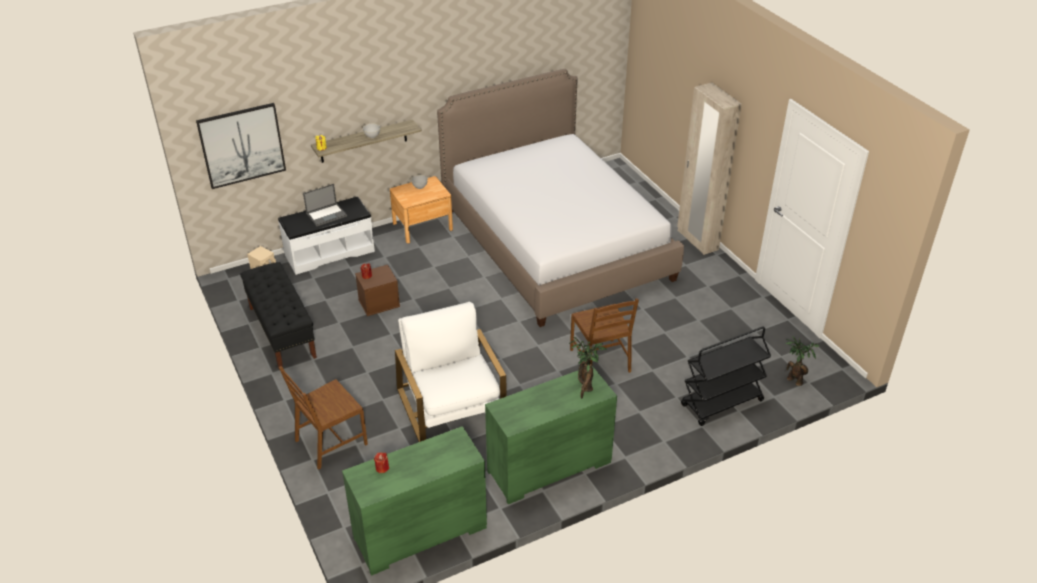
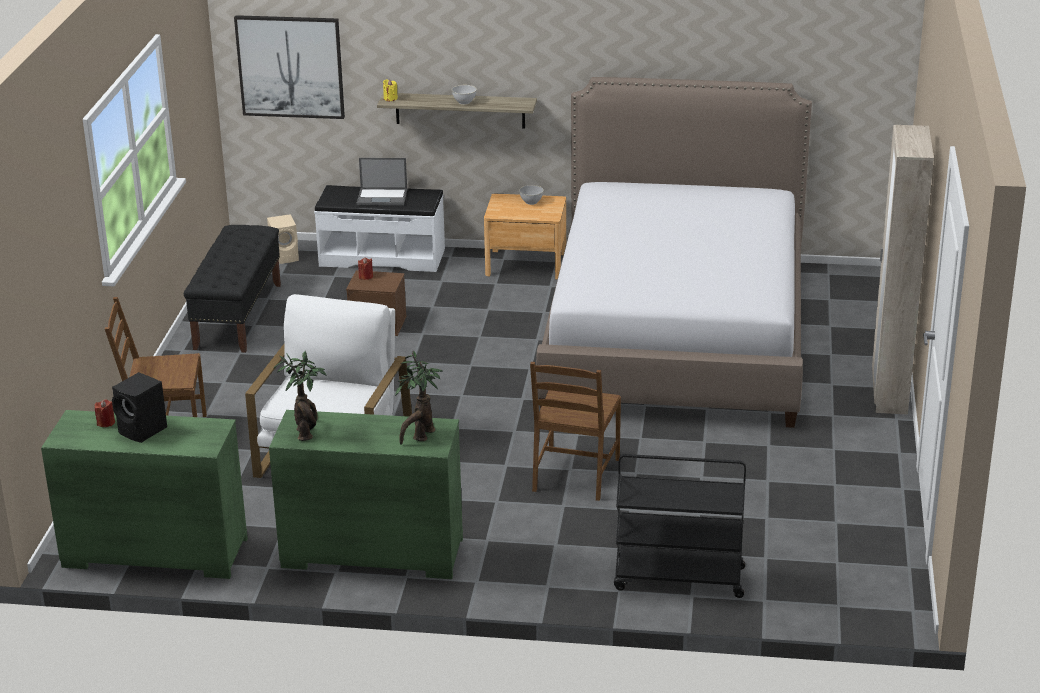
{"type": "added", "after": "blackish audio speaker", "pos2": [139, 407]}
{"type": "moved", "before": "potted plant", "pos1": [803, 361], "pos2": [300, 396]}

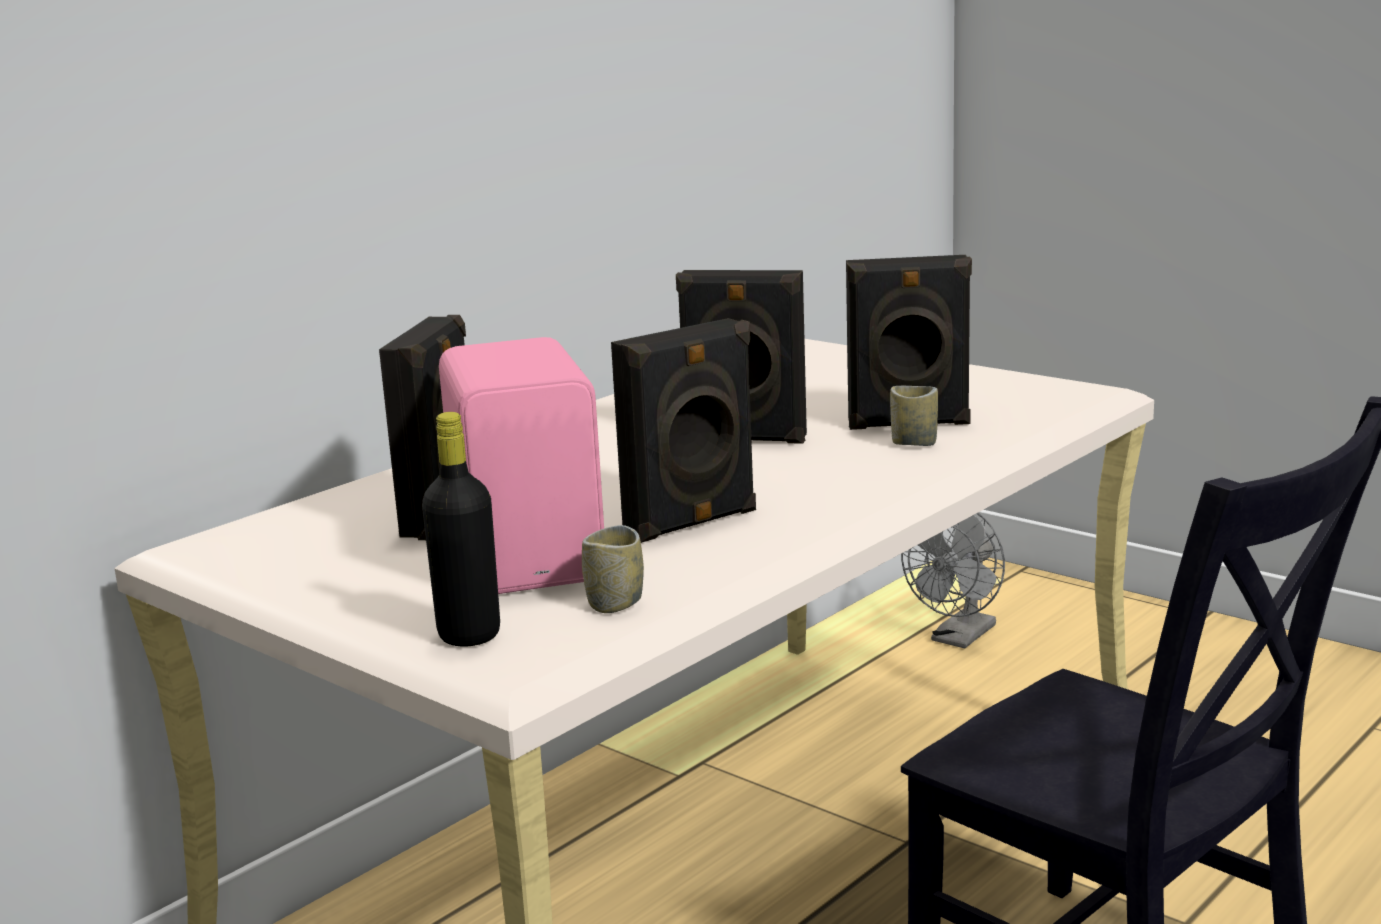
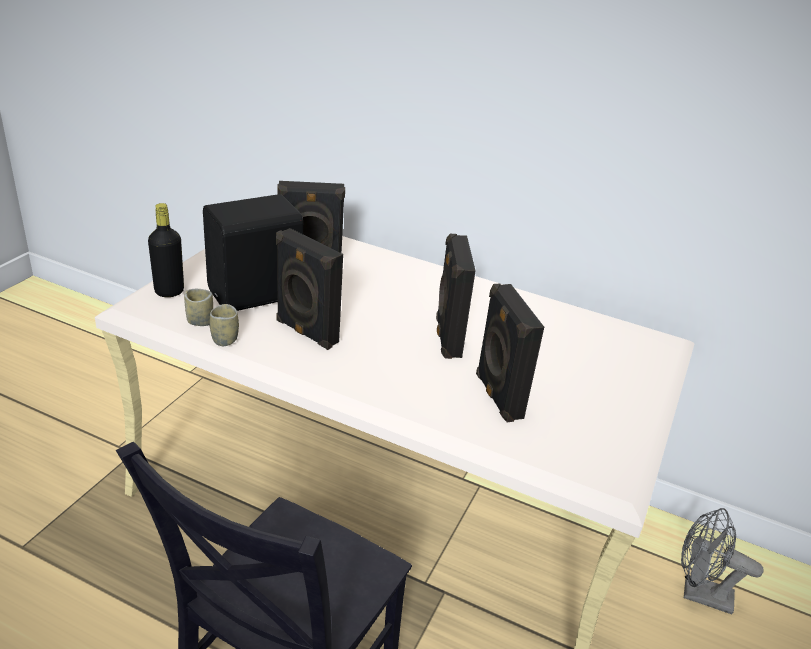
{"type": "recoloured", "before": "pink-coloured audio speaker", "after": "blackish audio speaker", "pos1": [521, 465], "pos2": [253, 252]}
{"type": "moved", "before": "small cup", "pos1": [914, 416], "pos2": [224, 325]}

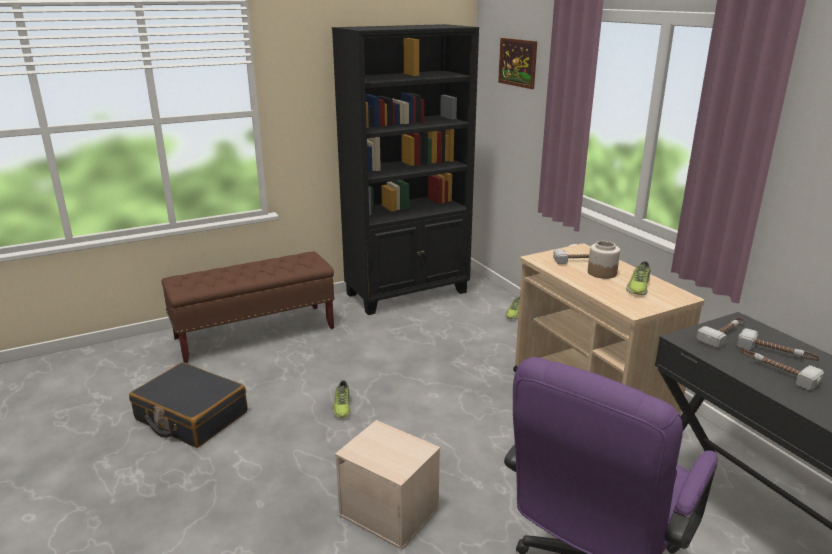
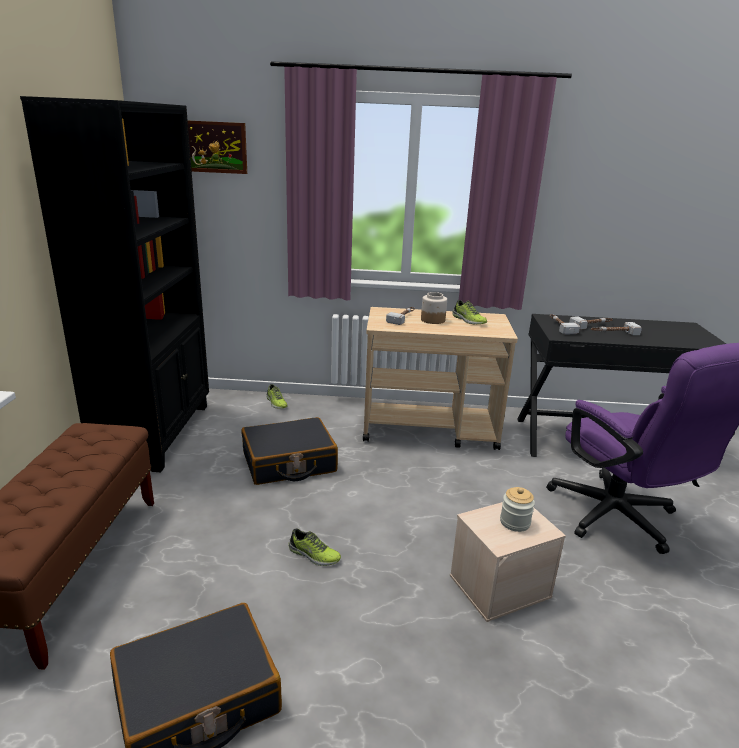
{"type": "added", "after": "blackish piece of luggage", "pos2": [289, 451]}
{"type": "added", "after": "preserve jar", "pos2": [517, 509]}

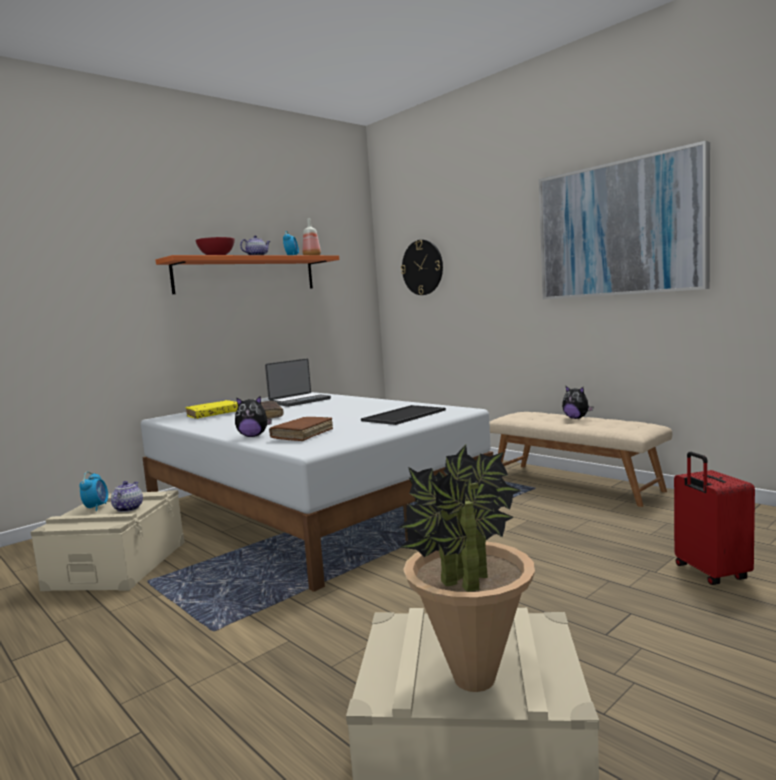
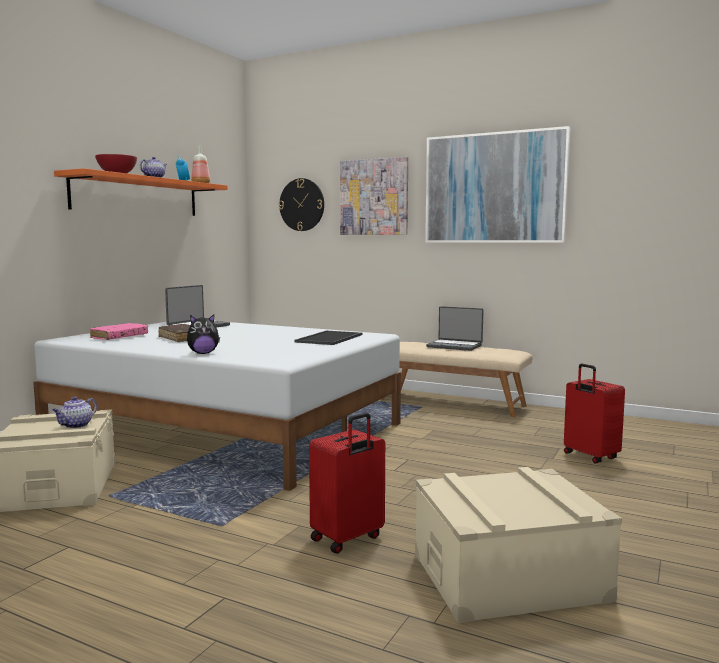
{"type": "turned", "before": "teapot", "pos1": [127, 496], "pos2": [74, 412], "turn": -135}
{"type": "recoloured", "before": "yellow bound book", "after": "pink-coloured bound book", "pos1": [212, 409], "pos2": [118, 331]}
{"type": "added", "after": "red piece of luggage", "pos2": [347, 483]}
{"type": "added", "after": "wall picture", "pos2": [374, 196]}
{"type": "replaced", "before": "plush toy", "after": "notebook computer", "pos1": [577, 402], "pos2": [454, 328]}
{"type": "removed", "before": "table clock", "pos1": [93, 491]}
{"type": "removed", "before": "brown bound book", "pos1": [301, 429]}
{"type": "removed", "before": "potted plant", "pos1": [467, 568]}

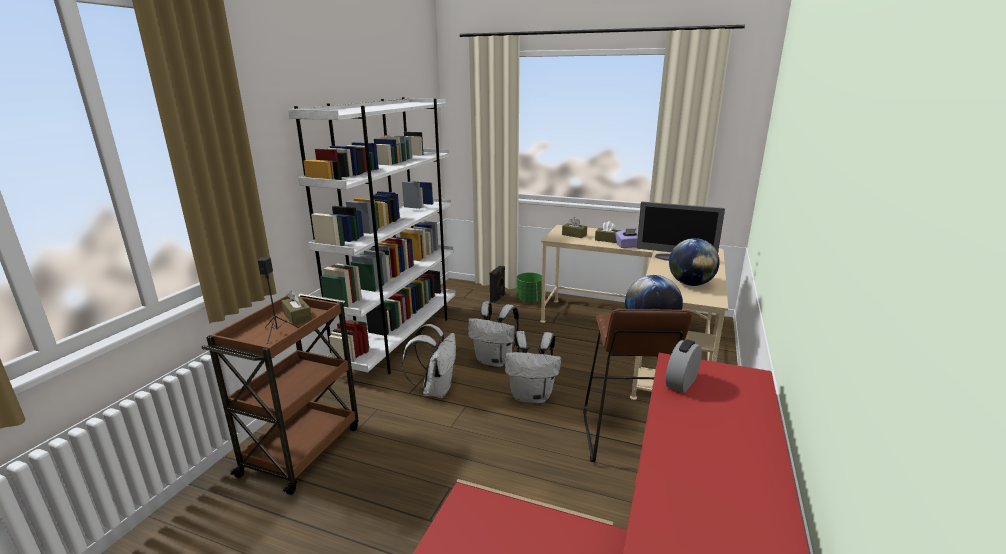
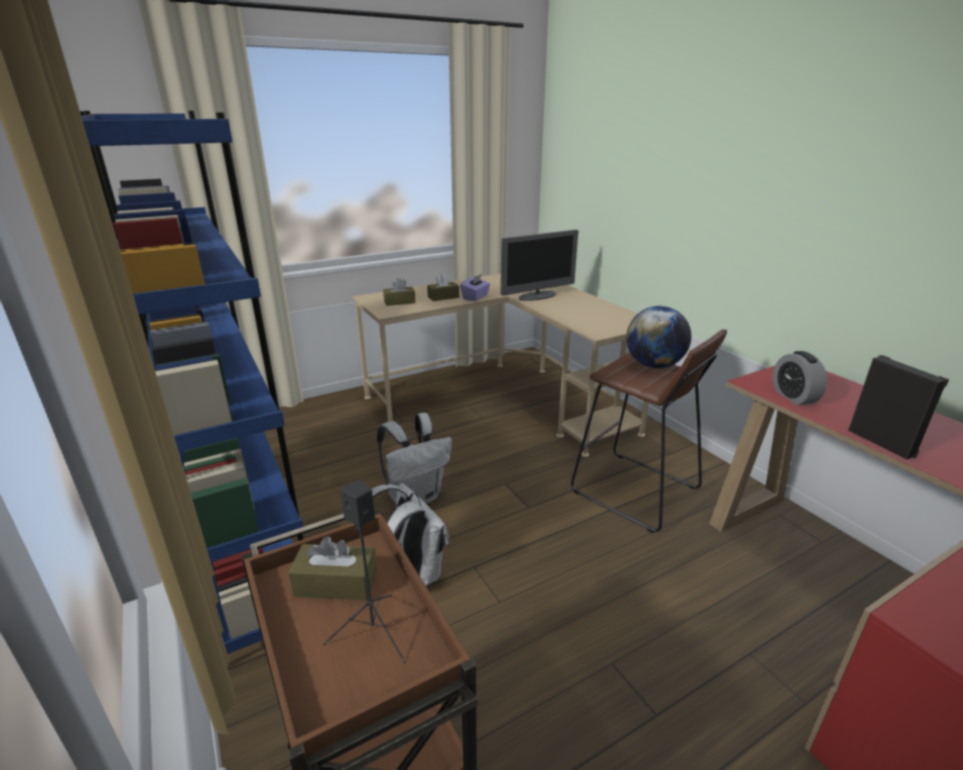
{"type": "recoloured", "before": "white bookshelf", "after": "blue-coloured bookshelf", "pos1": [372, 235], "pos2": [192, 382]}
{"type": "moved", "before": "blackish audio speaker", "pos1": [497, 284], "pos2": [898, 407]}
{"type": "removed", "before": "white knapsack", "pos1": [533, 367]}
{"type": "removed", "before": "green plant pot", "pos1": [529, 288]}
{"type": "removed", "before": "world globe", "pos1": [694, 262]}

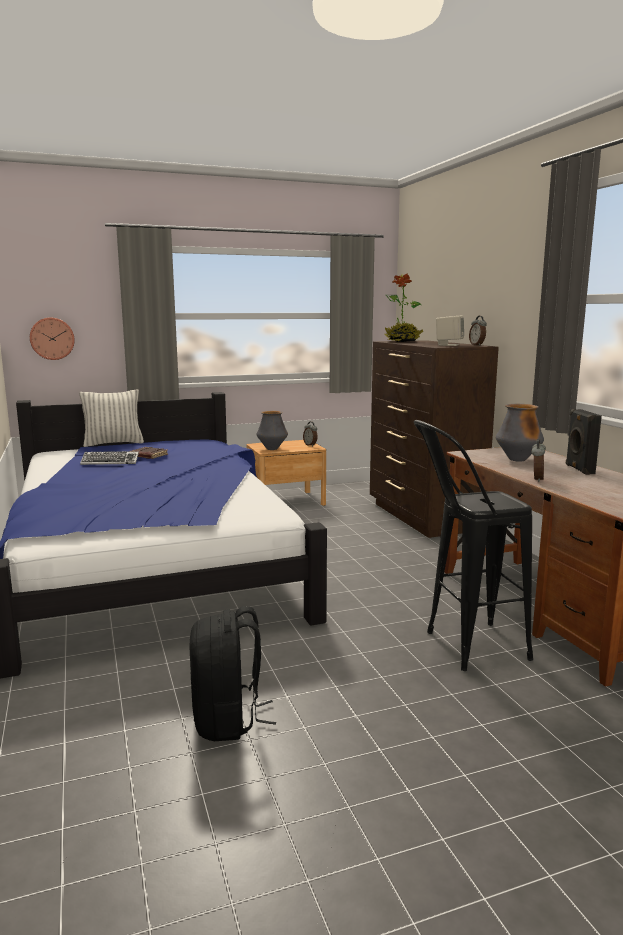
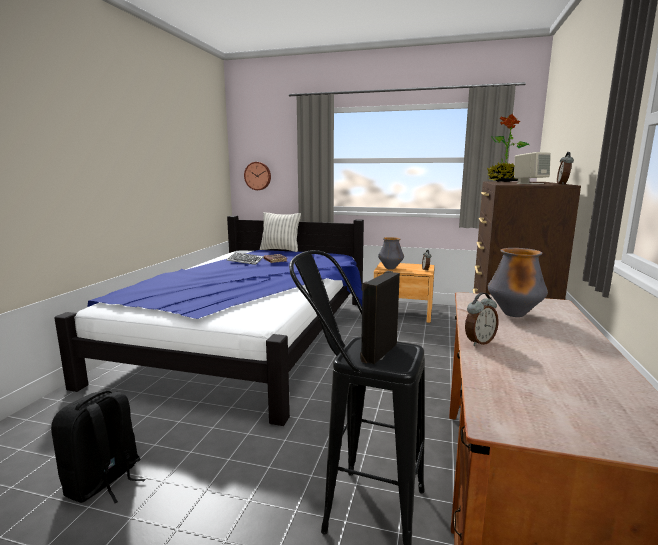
{"type": "moved", "before": "blackish audio speaker", "pos1": [584, 442], "pos2": [380, 317]}

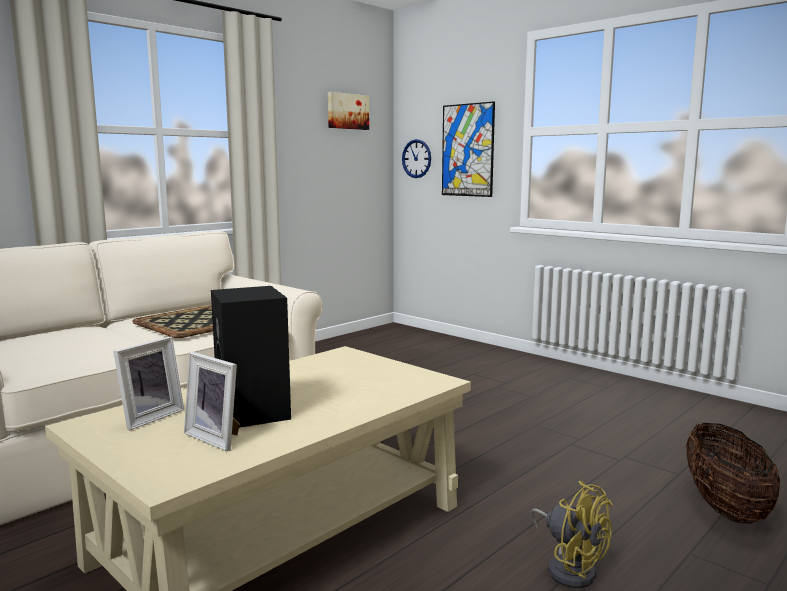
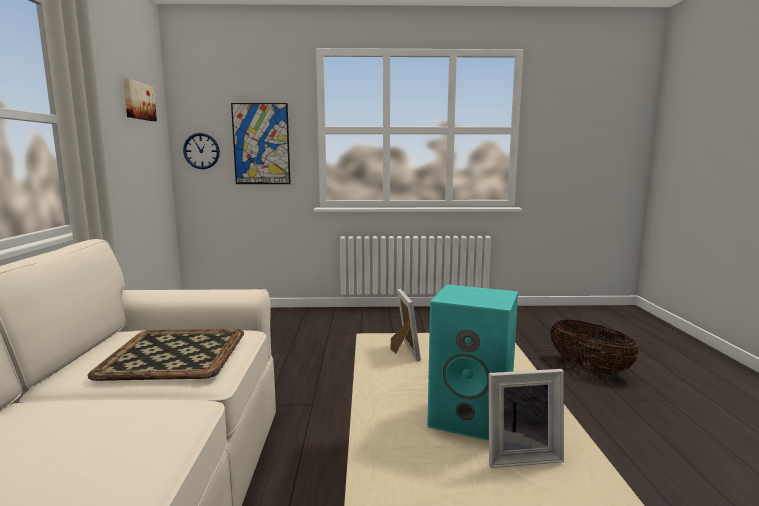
{"type": "moved", "before": "picture frame", "pos1": [148, 383], "pos2": [406, 325]}
{"type": "recoloured", "before": "blackish audio speaker", "after": "turquoise-coloured audio speaker", "pos1": [251, 357], "pos2": [472, 362]}
{"type": "removed", "before": "yellow cooling fan", "pos1": [572, 534]}

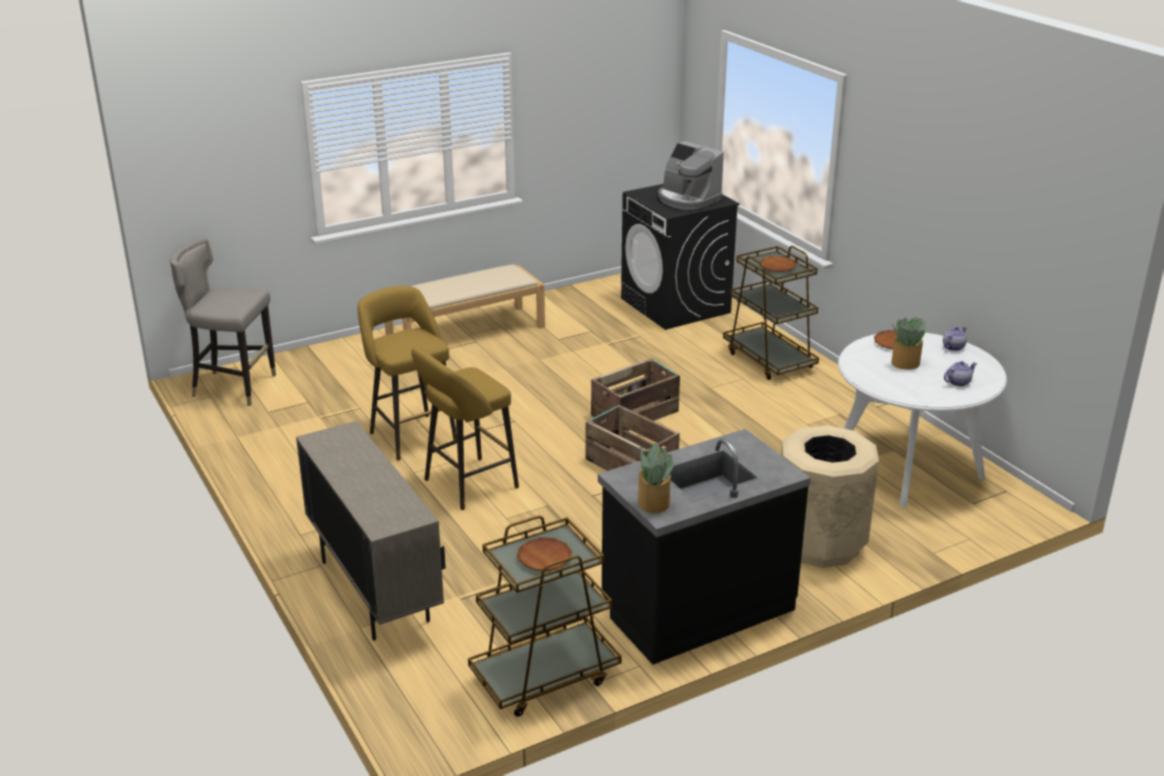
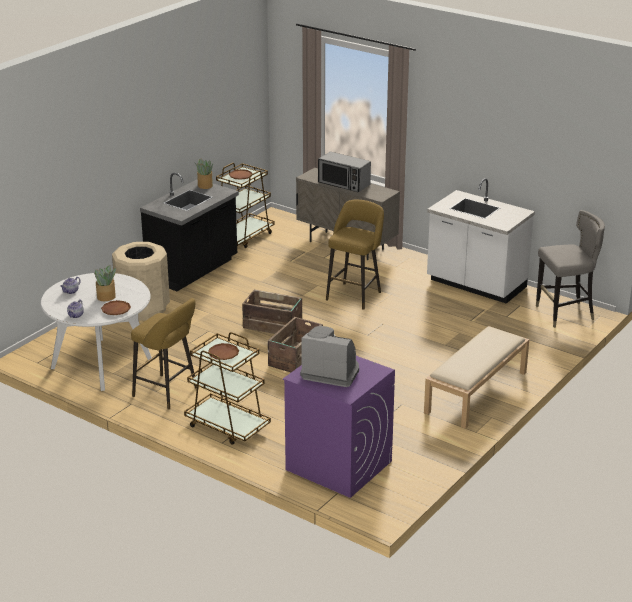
{"type": "moved", "before": "yellow stool", "pos1": [407, 373], "pos2": [164, 354]}
{"type": "recoloured", "before": "blackish washing machine", "after": "purple-coloured washing machine", "pos1": [680, 257], "pos2": [339, 427]}
{"type": "added", "after": "microwave", "pos2": [344, 172]}
{"type": "added", "after": "white kitchen counter", "pos2": [481, 241]}

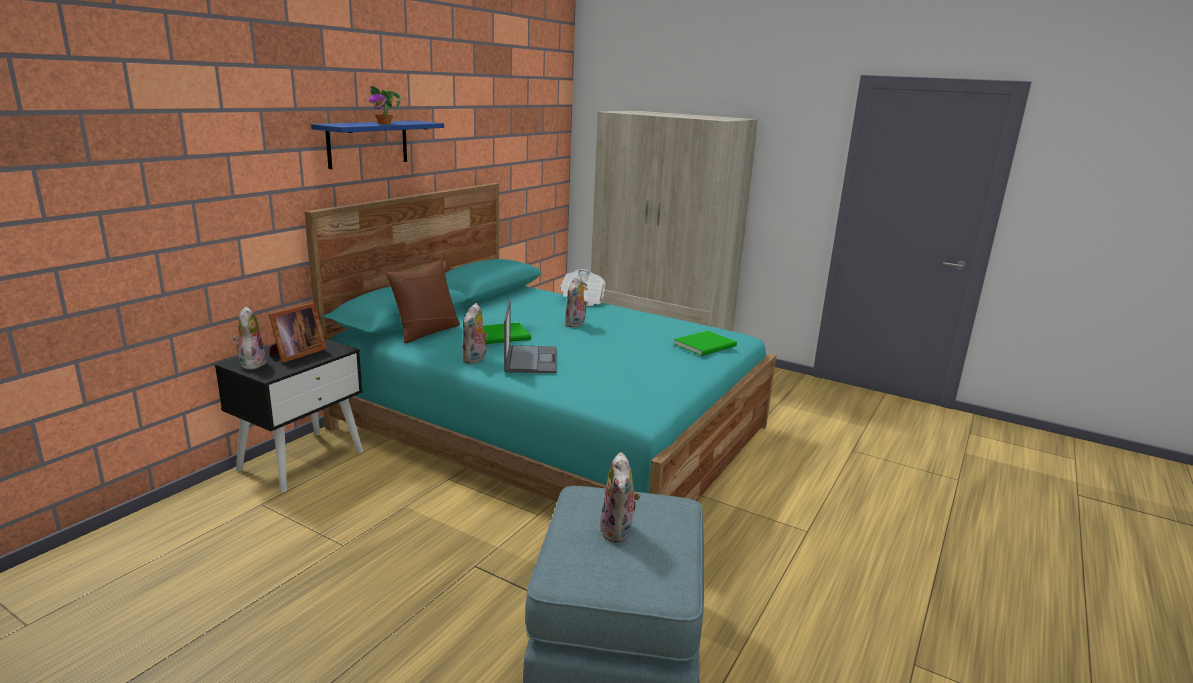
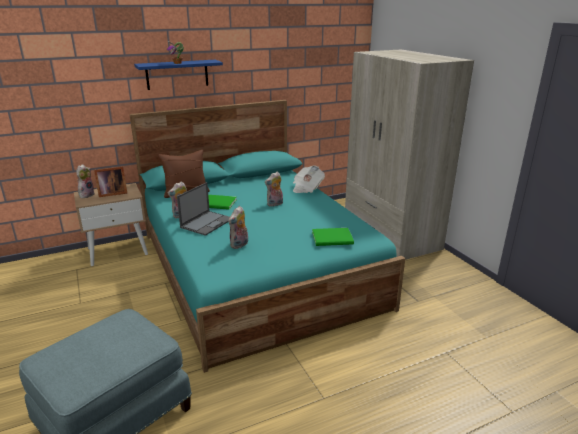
{"type": "recoloured", "before": "blackish night table", "after": "sand-coloured night table", "pos1": [289, 415], "pos2": [111, 224]}
{"type": "moved", "before": "plush toy", "pos1": [619, 497], "pos2": [238, 227]}

